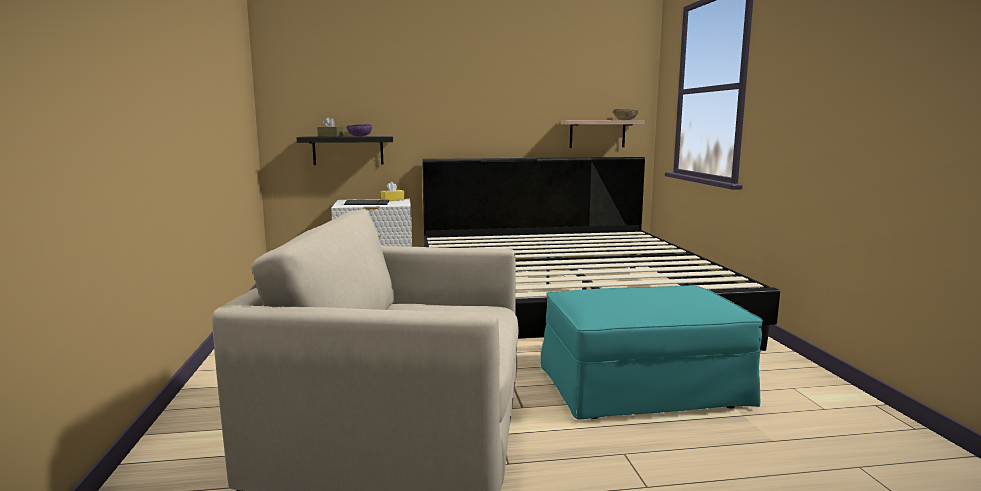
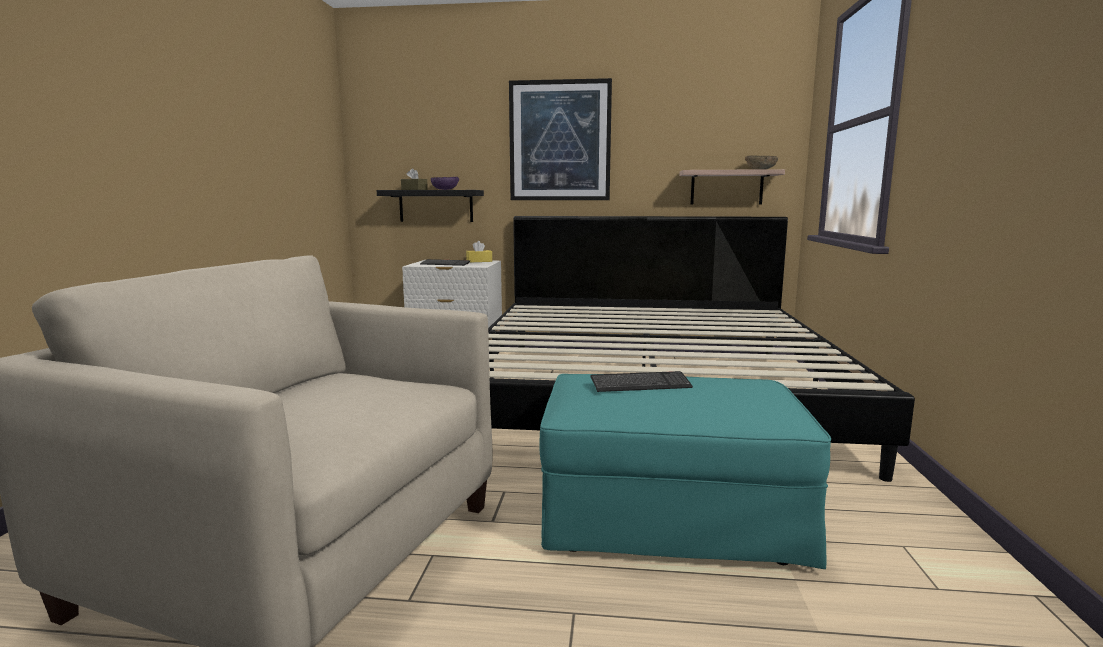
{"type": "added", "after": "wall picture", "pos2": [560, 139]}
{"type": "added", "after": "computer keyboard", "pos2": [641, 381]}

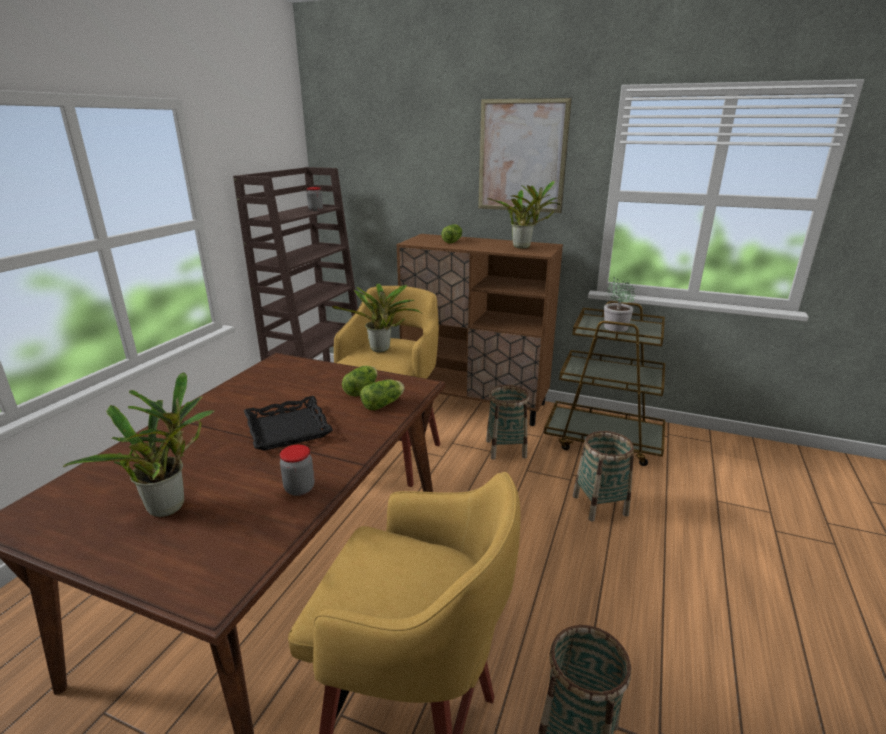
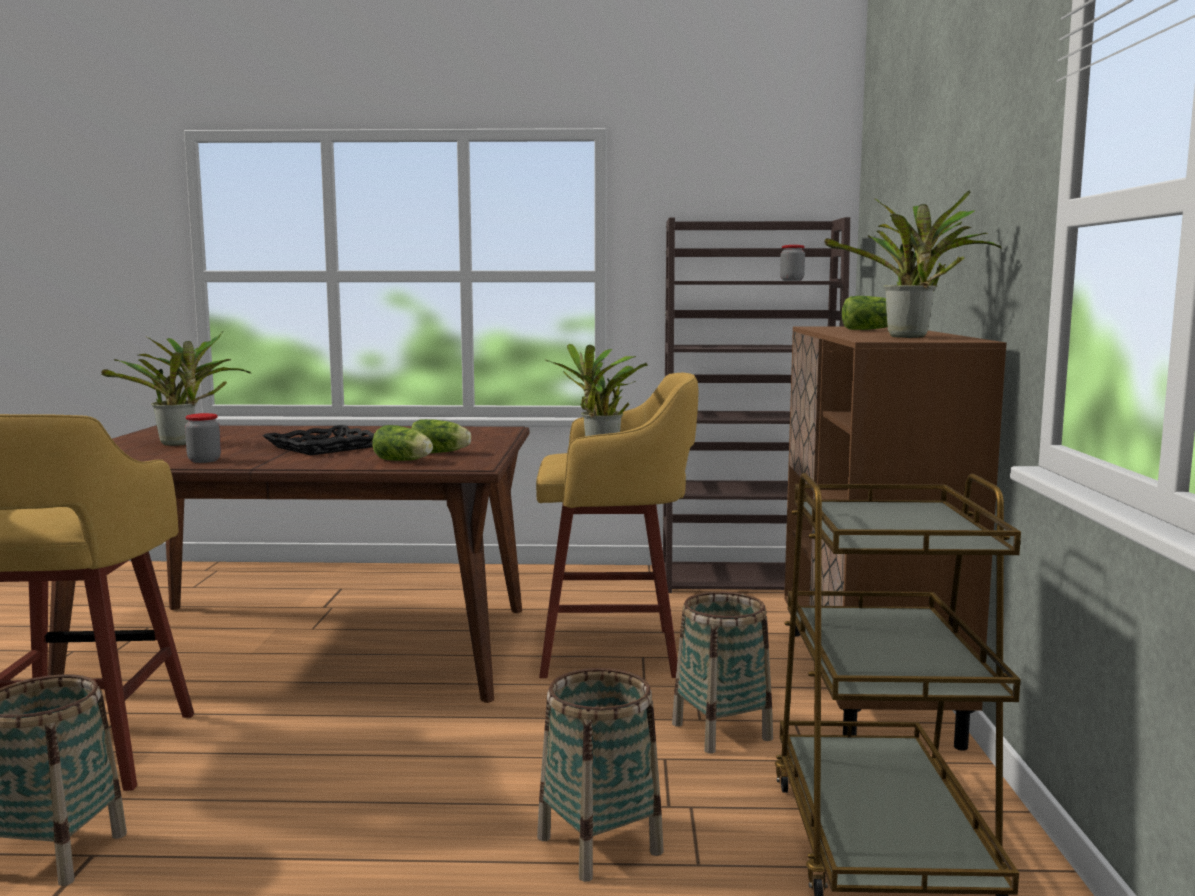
{"type": "removed", "before": "wall picture", "pos1": [525, 155]}
{"type": "removed", "before": "potted plant", "pos1": [619, 304]}

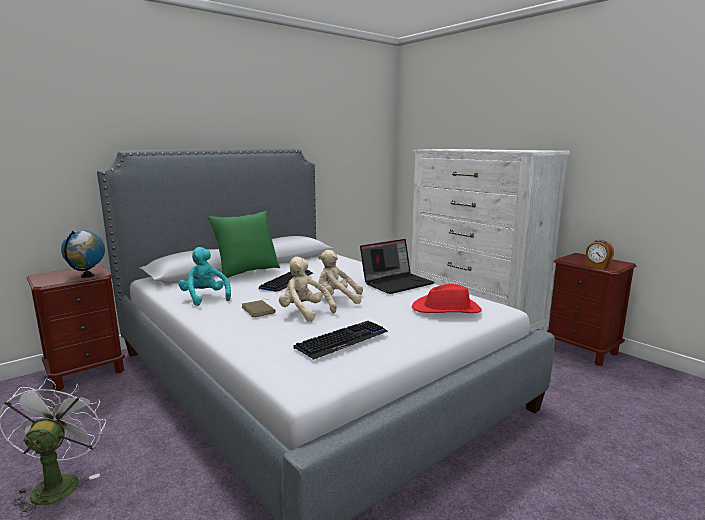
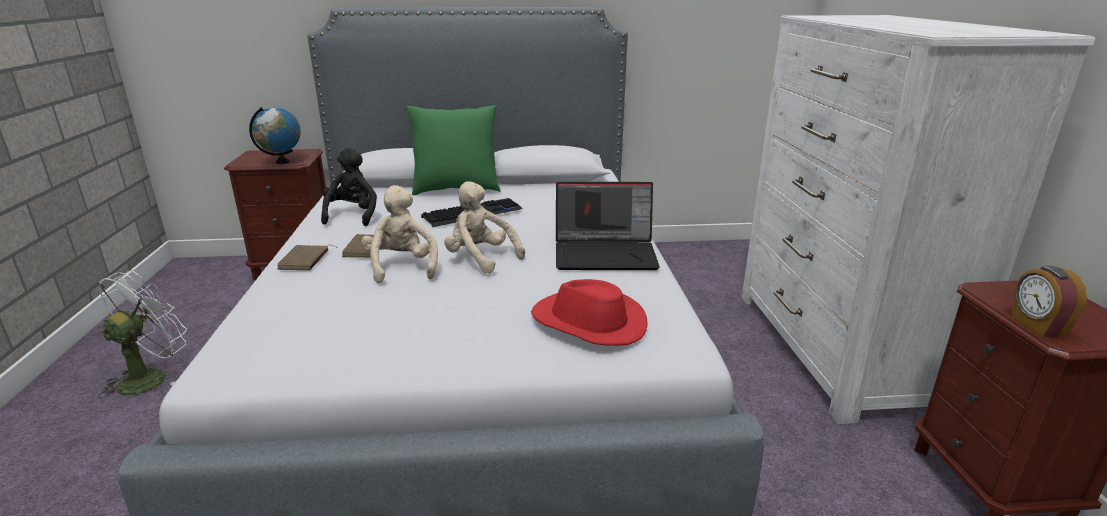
{"type": "added", "after": "brown bound book", "pos2": [307, 258]}
{"type": "recoloured", "before": "turquoise-coloured plush toy", "after": "blackish plush toy", "pos1": [204, 276], "pos2": [349, 187]}
{"type": "removed", "before": "computer keyboard", "pos1": [340, 340]}

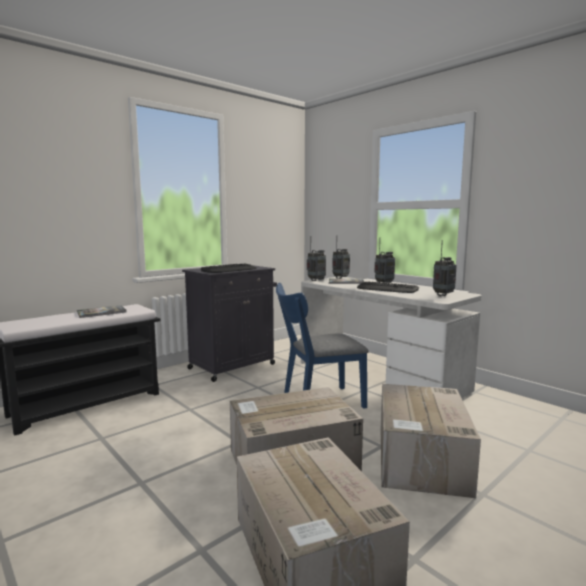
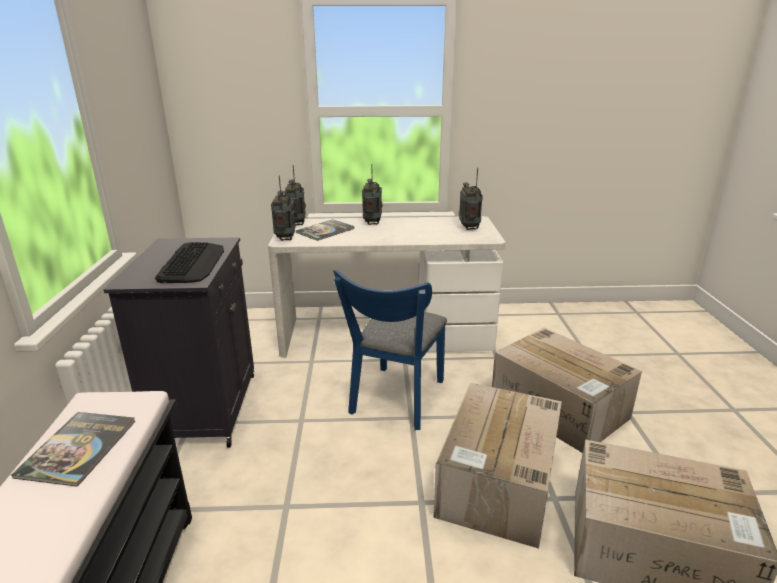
{"type": "removed", "before": "computer keyboard", "pos1": [388, 287]}

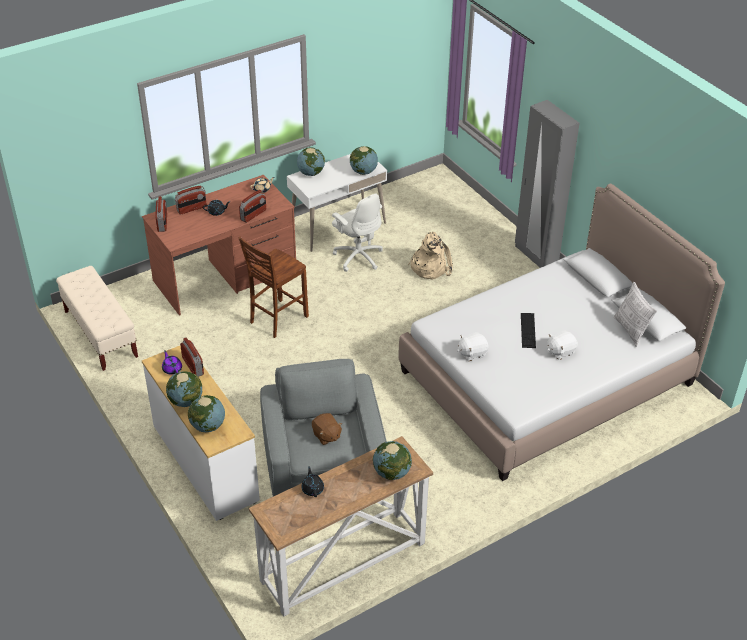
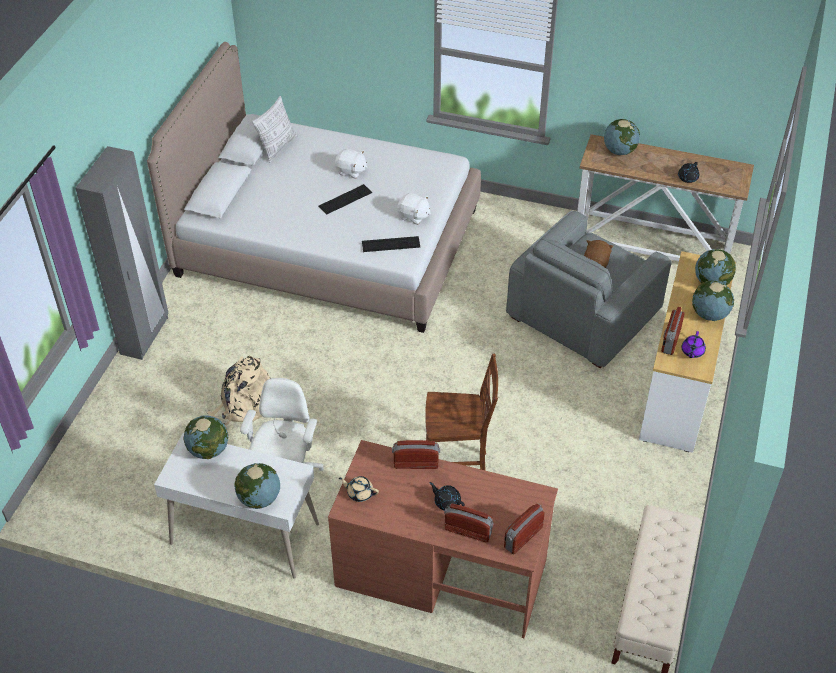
{"type": "added", "after": "computer keyboard", "pos2": [391, 244]}

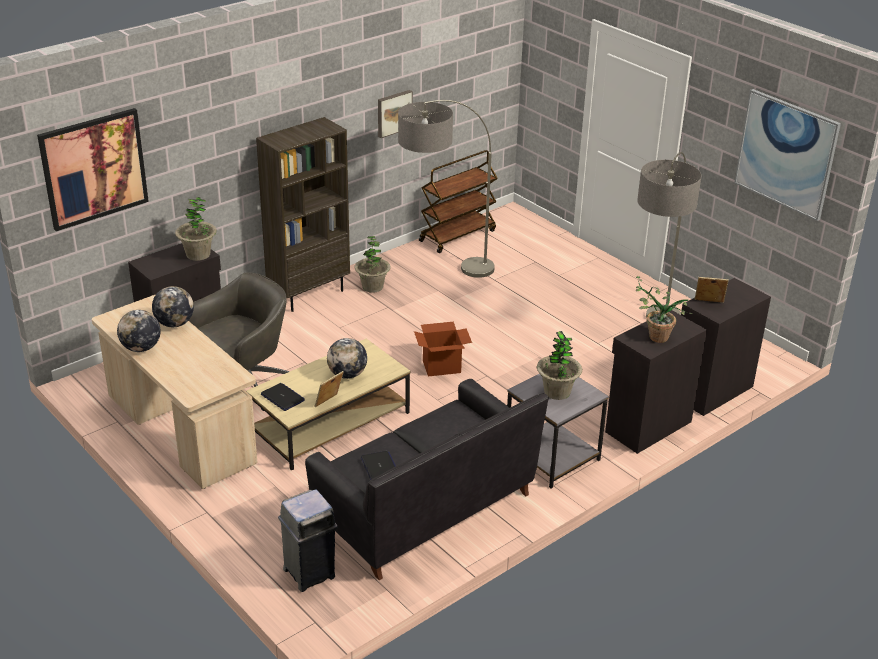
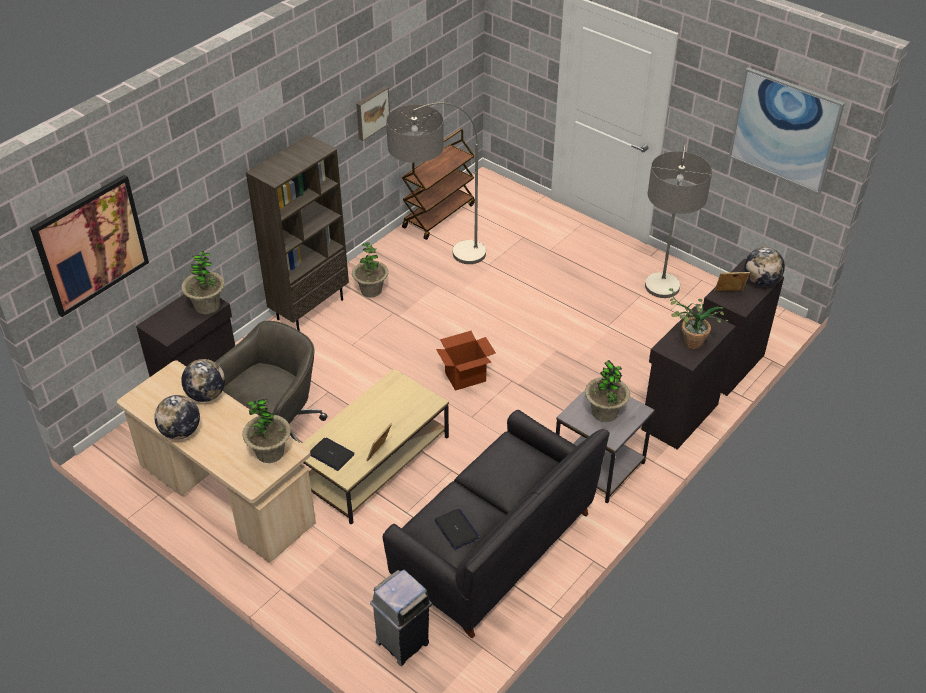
{"type": "added", "after": "potted plant", "pos2": [266, 430]}
{"type": "moved", "before": "world globe", "pos1": [347, 358], "pos2": [764, 266]}

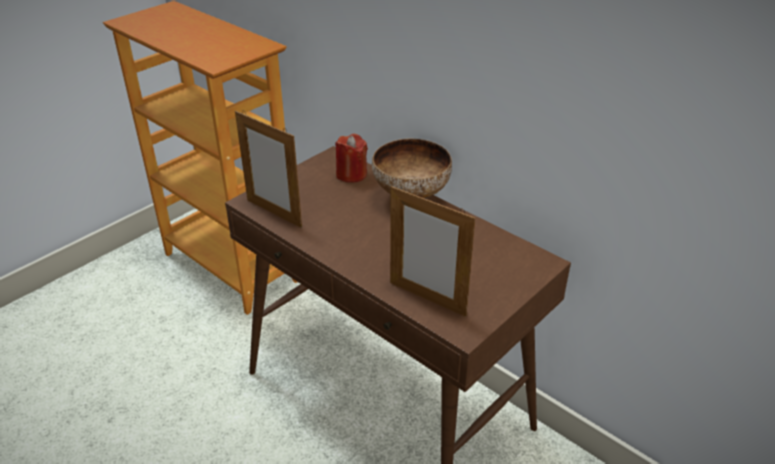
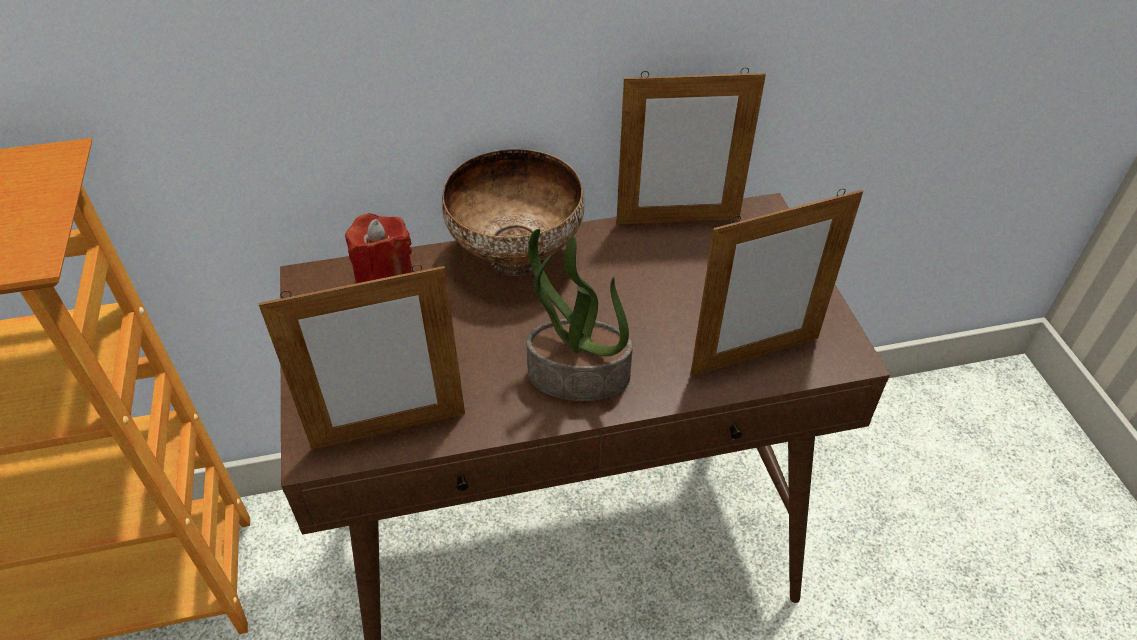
{"type": "added", "after": "potted plant", "pos2": [579, 315]}
{"type": "added", "after": "picture frame", "pos2": [691, 146]}

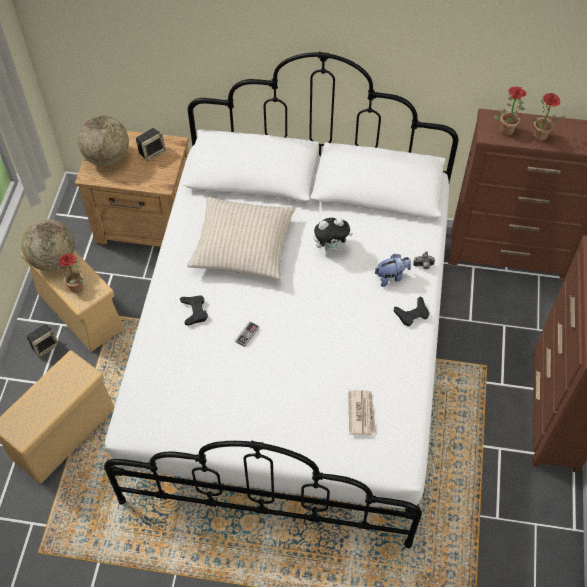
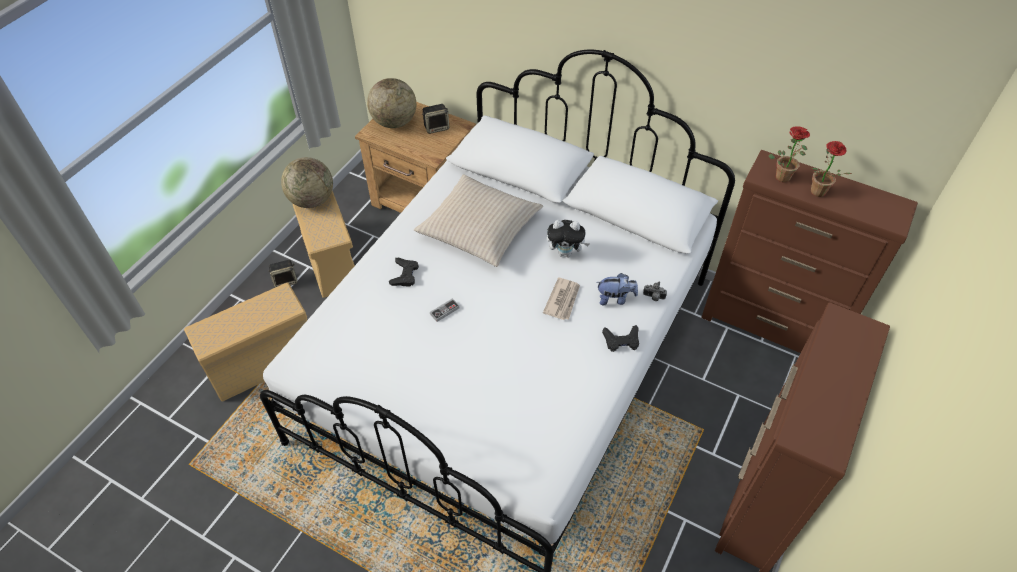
{"type": "moved", "before": "newspaper", "pos1": [362, 412], "pos2": [561, 299]}
{"type": "removed", "before": "potted plant", "pos1": [70, 273]}

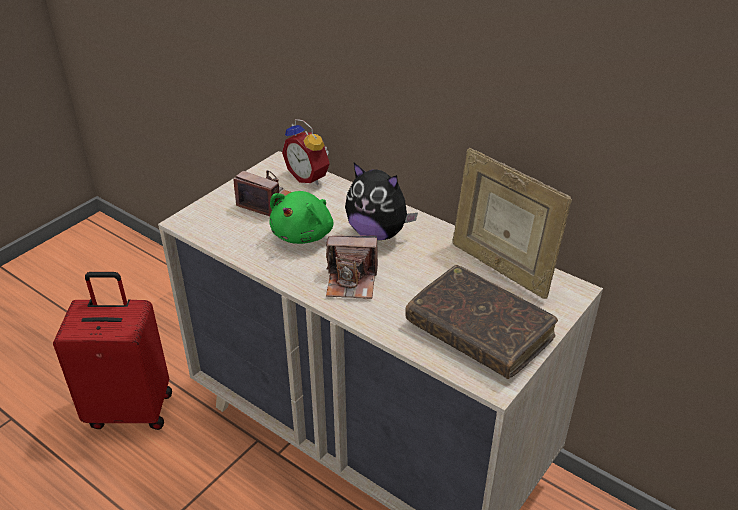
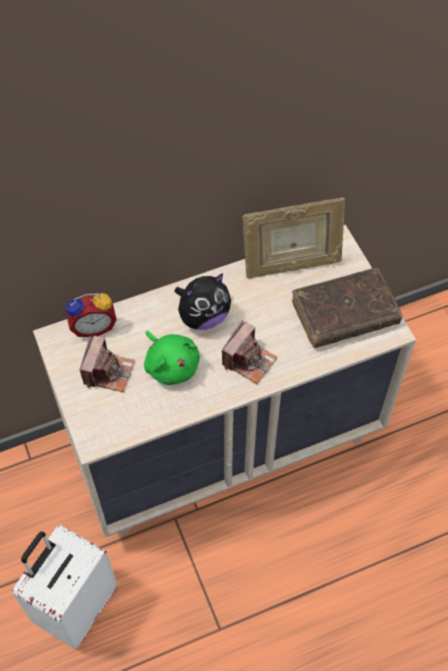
{"type": "recoloured", "before": "red piece of luggage", "after": "white piece of luggage", "pos1": [112, 351], "pos2": [64, 586]}
{"type": "turned", "before": "still camera", "pos1": [262, 193], "pos2": [107, 363], "turn": 135}

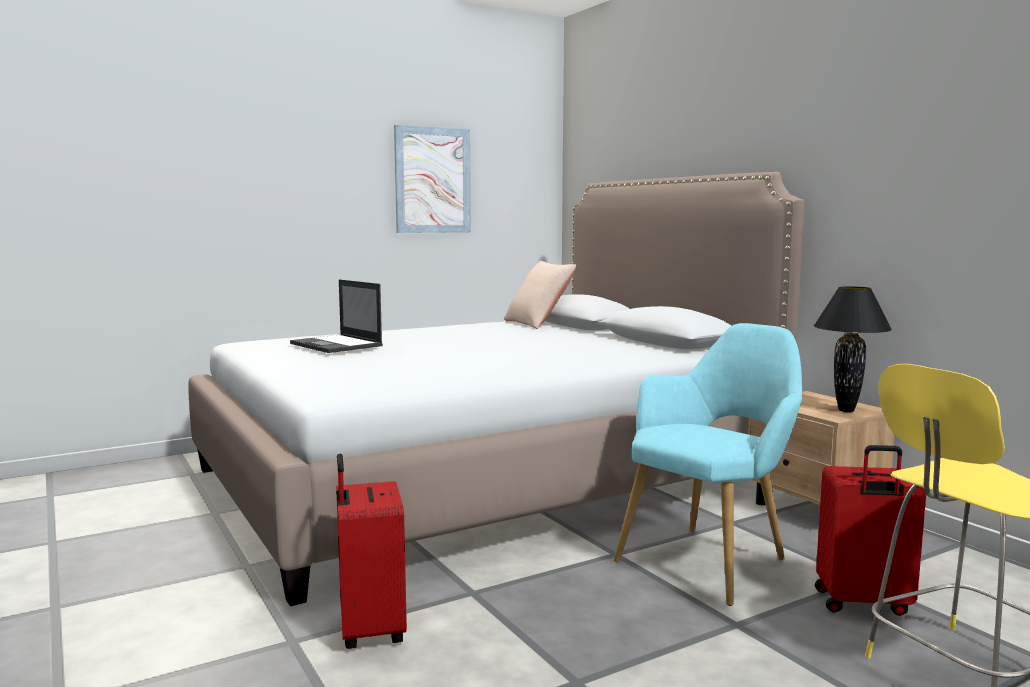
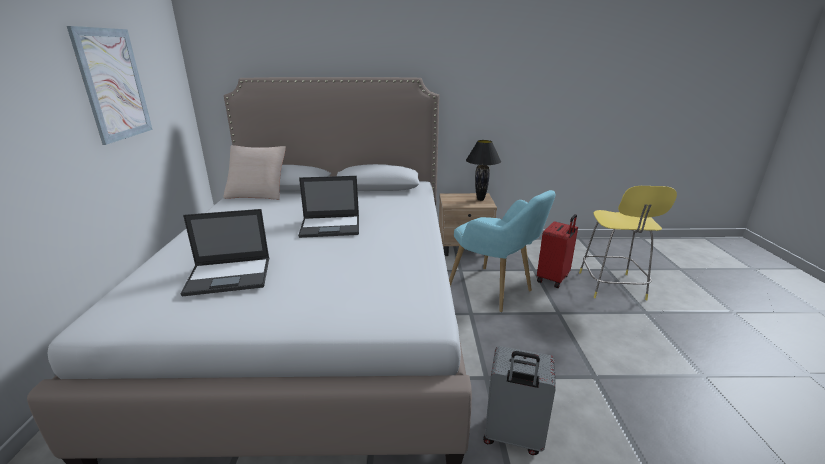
{"type": "added", "after": "notebook computer", "pos2": [328, 207]}
{"type": "turned", "before": "turquoise-coloured easy chair", "pos1": [708, 464], "pos2": [502, 251], "turn": 150}
{"type": "recoloured", "before": "red piece of luggage", "after": "grey piece of luggage", "pos1": [371, 551], "pos2": [519, 400]}

